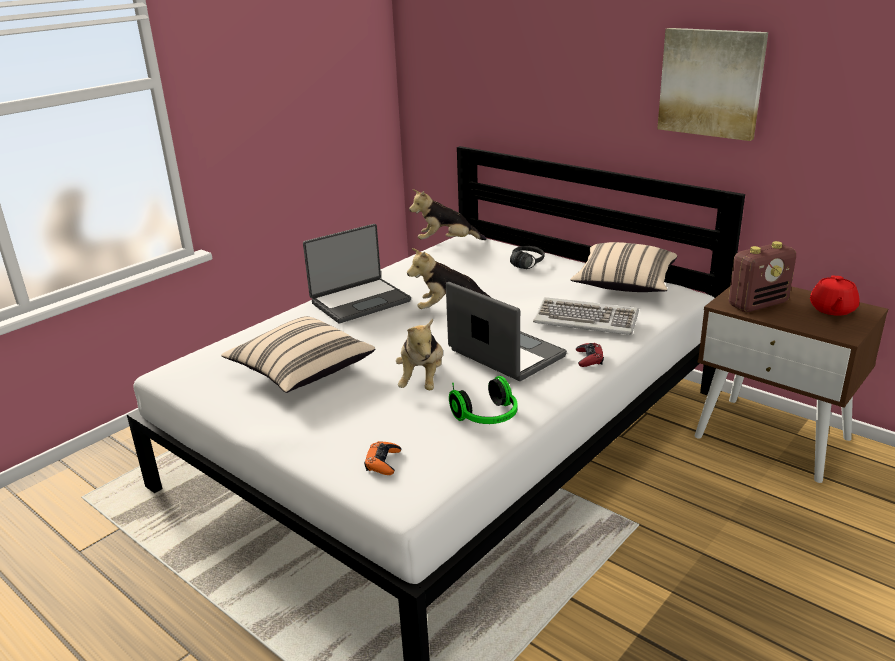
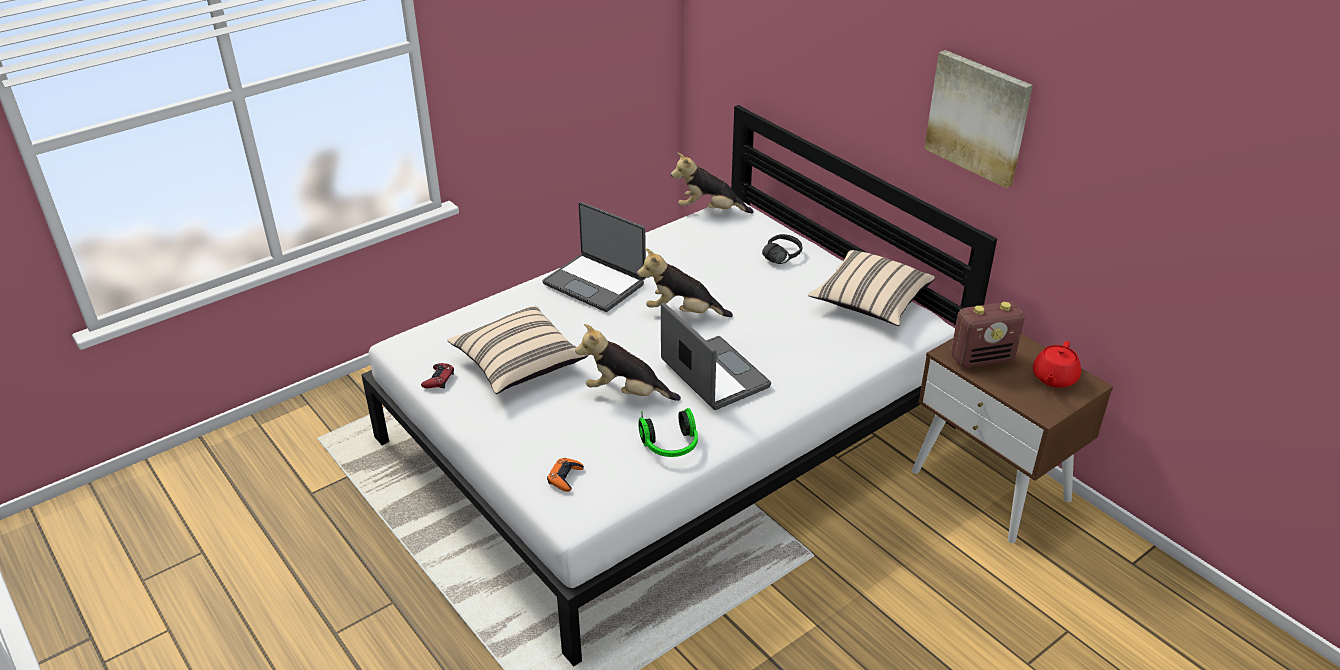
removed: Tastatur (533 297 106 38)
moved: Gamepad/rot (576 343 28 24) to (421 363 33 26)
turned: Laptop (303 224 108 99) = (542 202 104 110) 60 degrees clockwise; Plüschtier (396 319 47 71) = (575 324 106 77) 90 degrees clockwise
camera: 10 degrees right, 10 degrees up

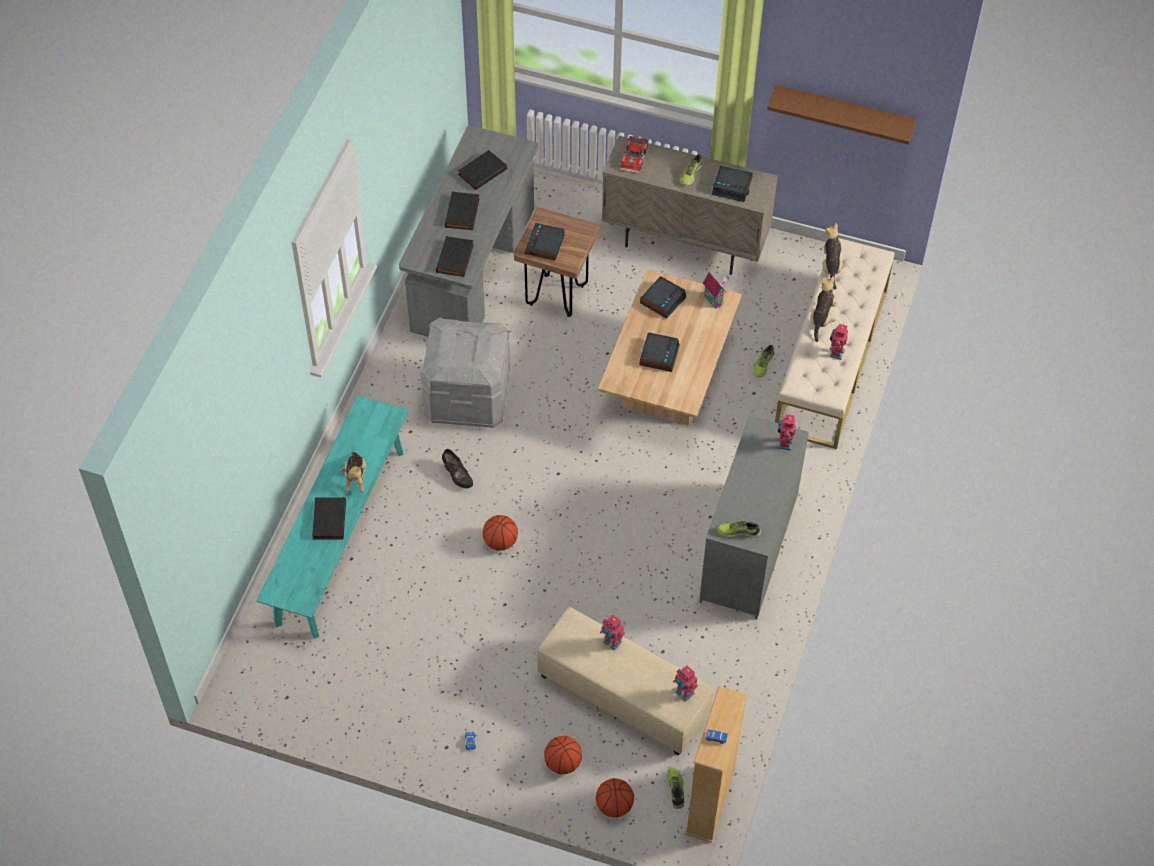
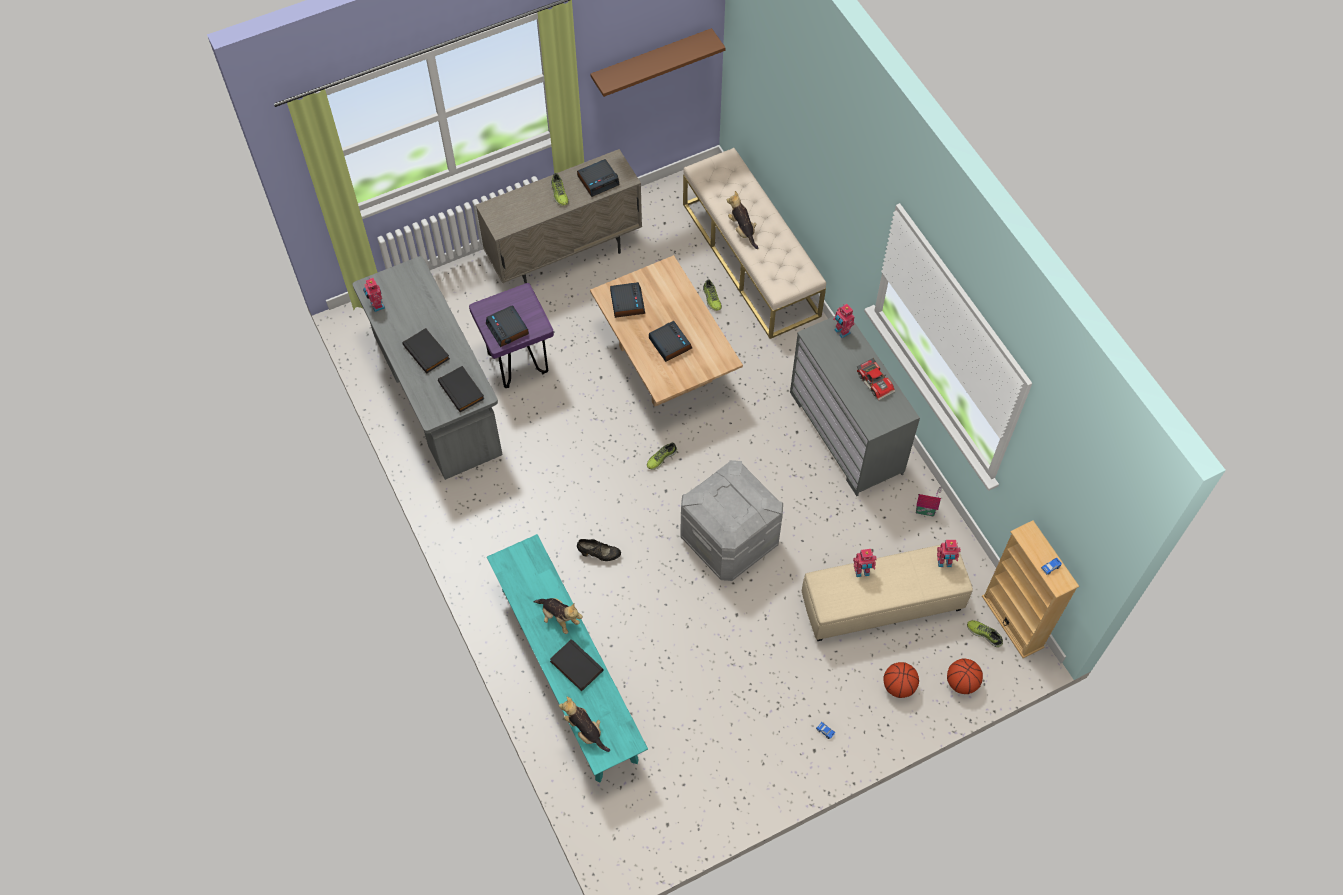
removed: Buch/schwarz (458 150 49 40); Basketball (483 515 35 36)
moved: Spielzeugroboter (830 323 18 37) to (363 278 22 34); Plüschtier (823 223 24 67) to (559 697 51 55); Schuh (717 521 44 17) to (647 443 30 27); Aufbewahrungsbox/grau (421 317 89 111) to (681 460 102 121); Spielzeugauto (620 136 29 38) to (857 358 38 43); Spielzeughaus (703 273 26 36) to (916 486 26 31)
recoloured: Hocker/braun (514 207 85 110) to Hocker/lila (469 283 85 105)
camera: 45 degrees left, 5 degrees up

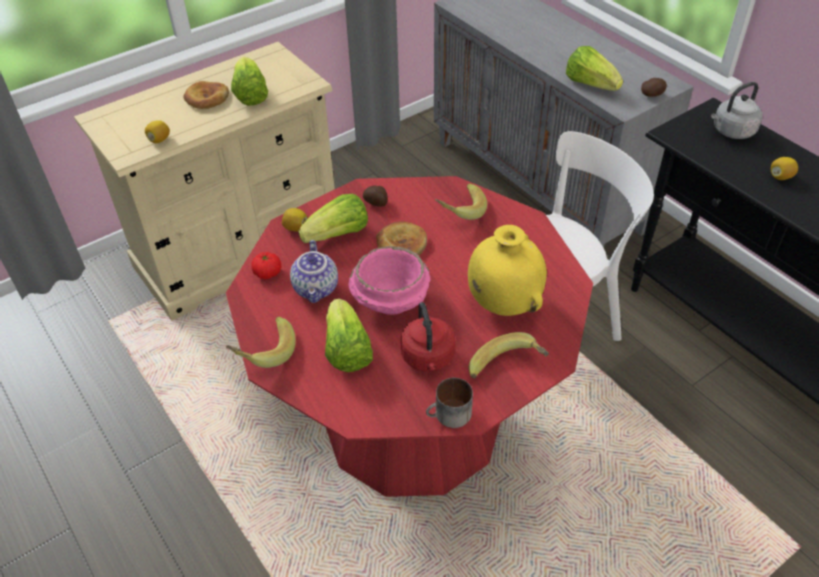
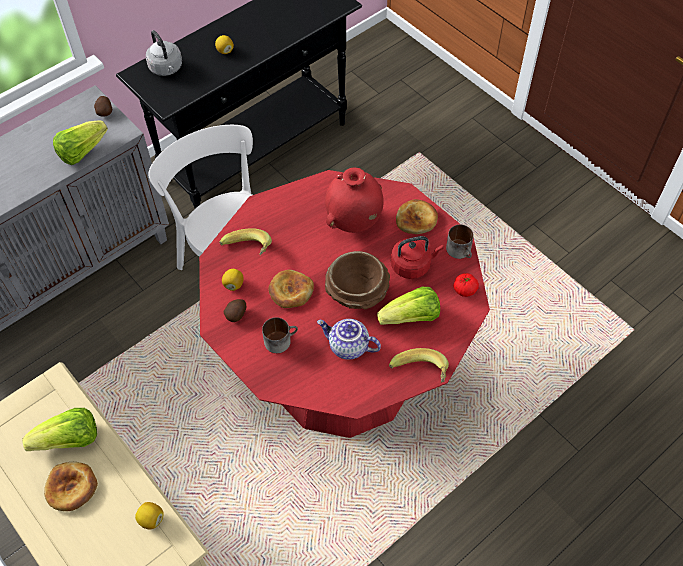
moved: Zitrone (282 208 26 24) to (222 269 22 22); Tomate (251 252 30 27) to (453 273 26 24)
replaced: Salatkopf (298 194 70 49) to Henkelbecher (262 317 36 36); Banane (469 332 80 46) to Brot (396 199 42 35)
recoloured: Vase/gelb (468 225 79 91) to Vase/rot (325 168 59 65); Schüssel/rosa (349 246 81 69) to Schüssel/braun (325 251 65 58)
turned: Teekanne (290 240 48 63) = (317 319 64 41) 150 degrees counterclockwise
camera: 95 degrees left, 10 degrees up

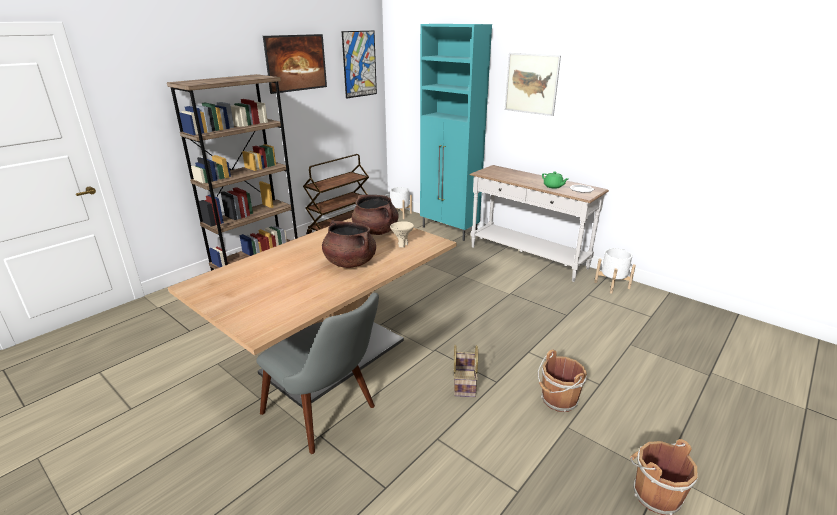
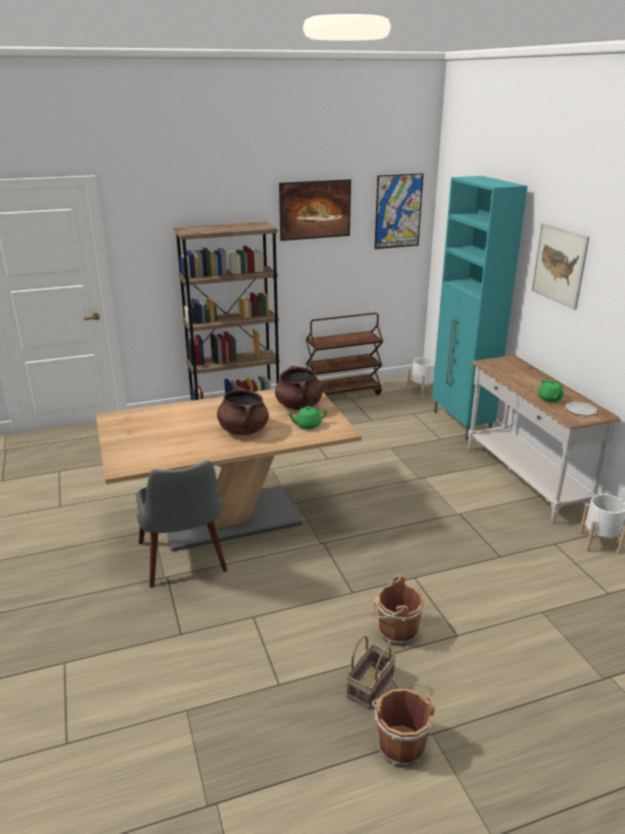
moved: Korb (454 344 24 53) to (347 635 49 74)
replaced: Schüssel/beige (390 221 24 27) to Teekanne/grün (287 406 40 23)
camera: 30 degrees right, 0 degrees up

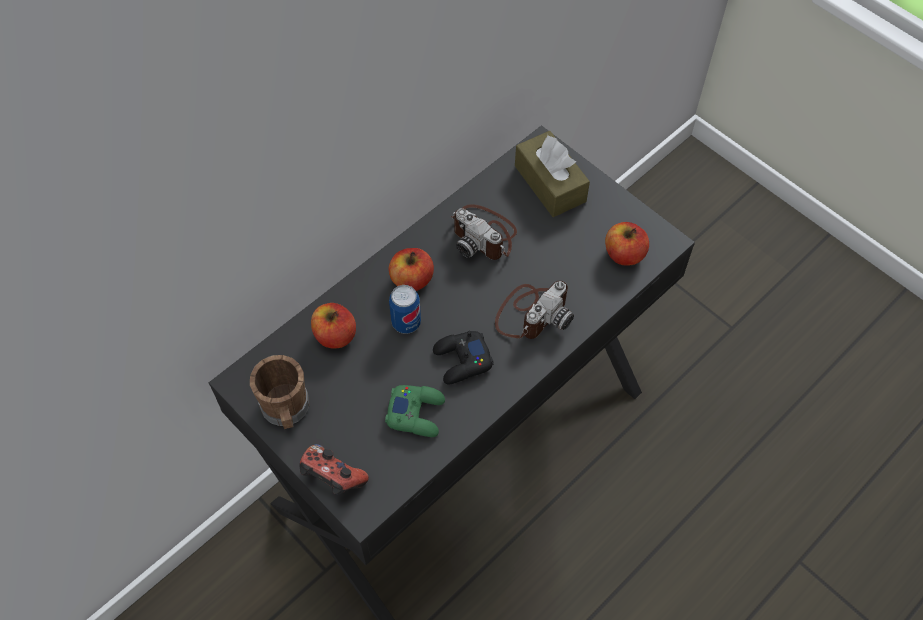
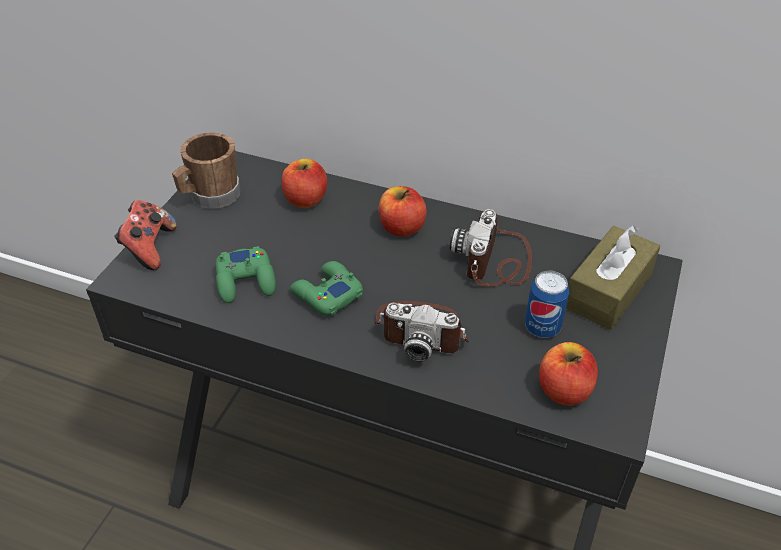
moved: Dose (389 285 32 49) to (525 271 44 67)
recoloured: Gamepad/schwarz (433 331 60 53) to Gamepad/grün (290 261 73 54)
camera: 65 degrees right, 15 degrees down

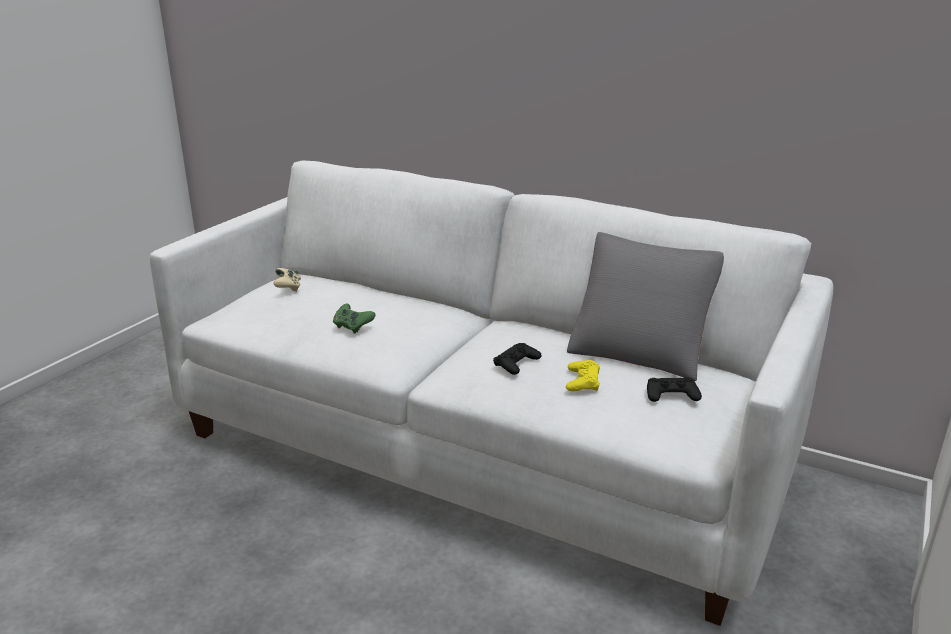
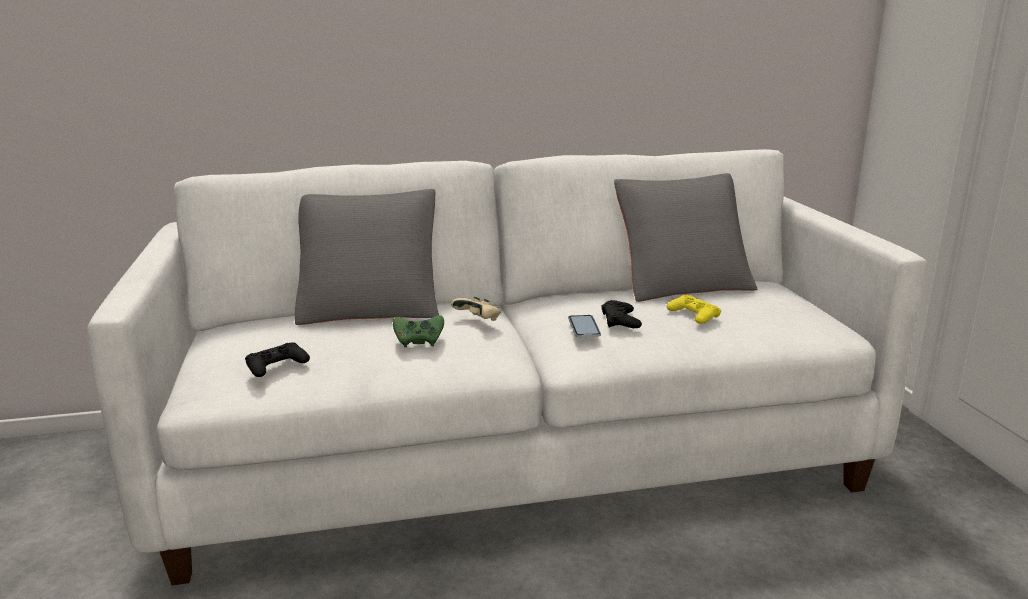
added: Kissen/grau (295 189 144 136); Handy (568 315 33 23)
moved: Gamepad/schwarz (647 377 55 25) to (245 343 65 34); Gamepad/beige (273 268 28 24) to (451 297 50 24)
camera: 40 degrees left, 5 degrees down

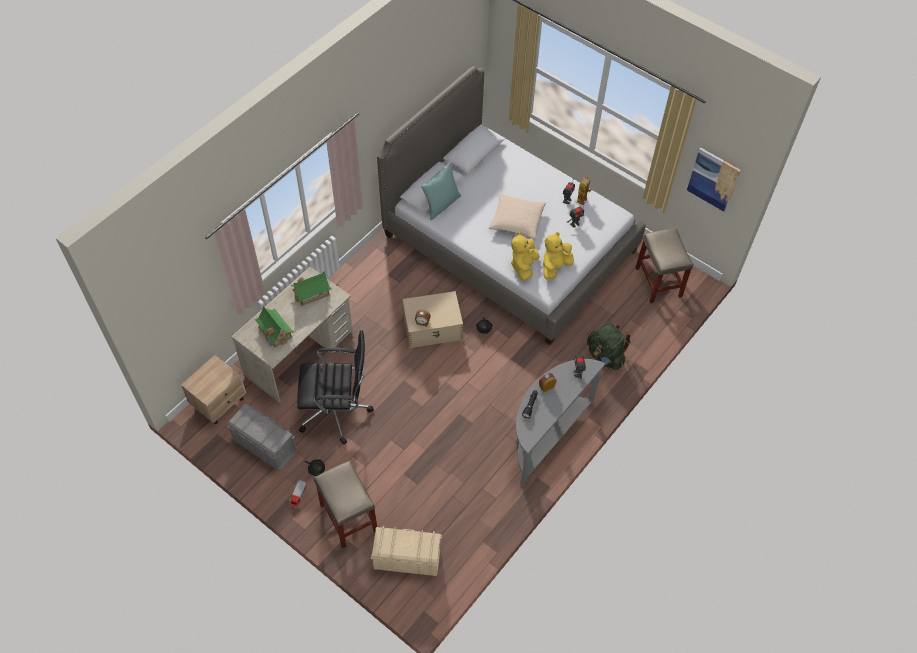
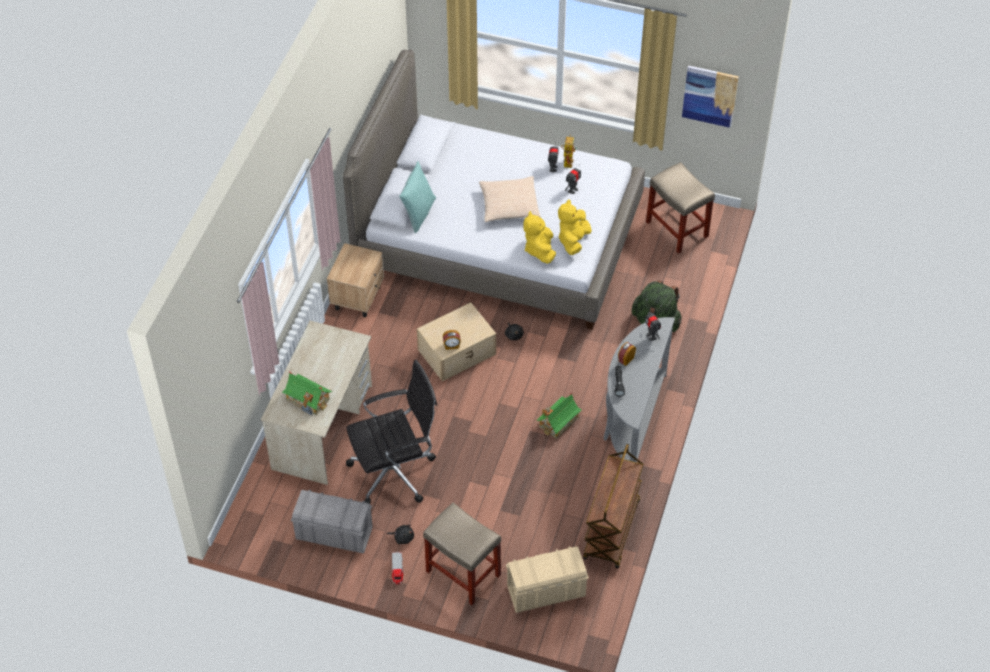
added: Rollwagen/braun (583 444 61 124)
moved: Nachttisch/beige (181 355 65 69) to (327 243 57 74); Spielzeughaus (290 271 41 35) to (536 392 46 47)
camera: 20 degrees left, 5 degrees down

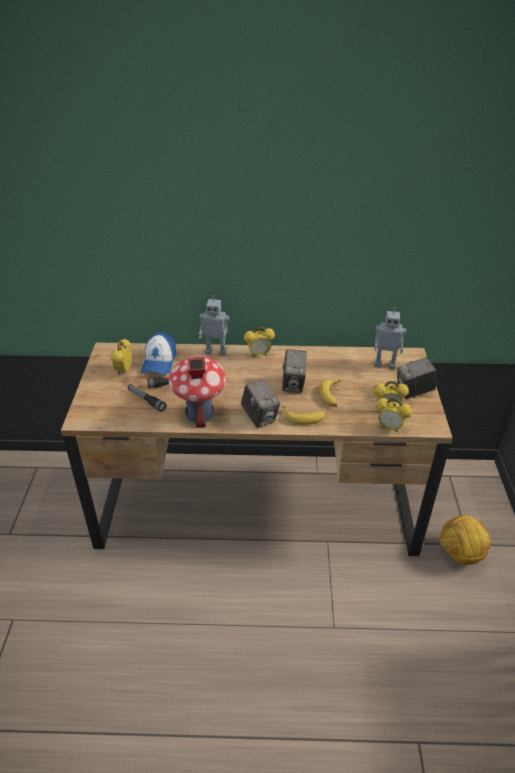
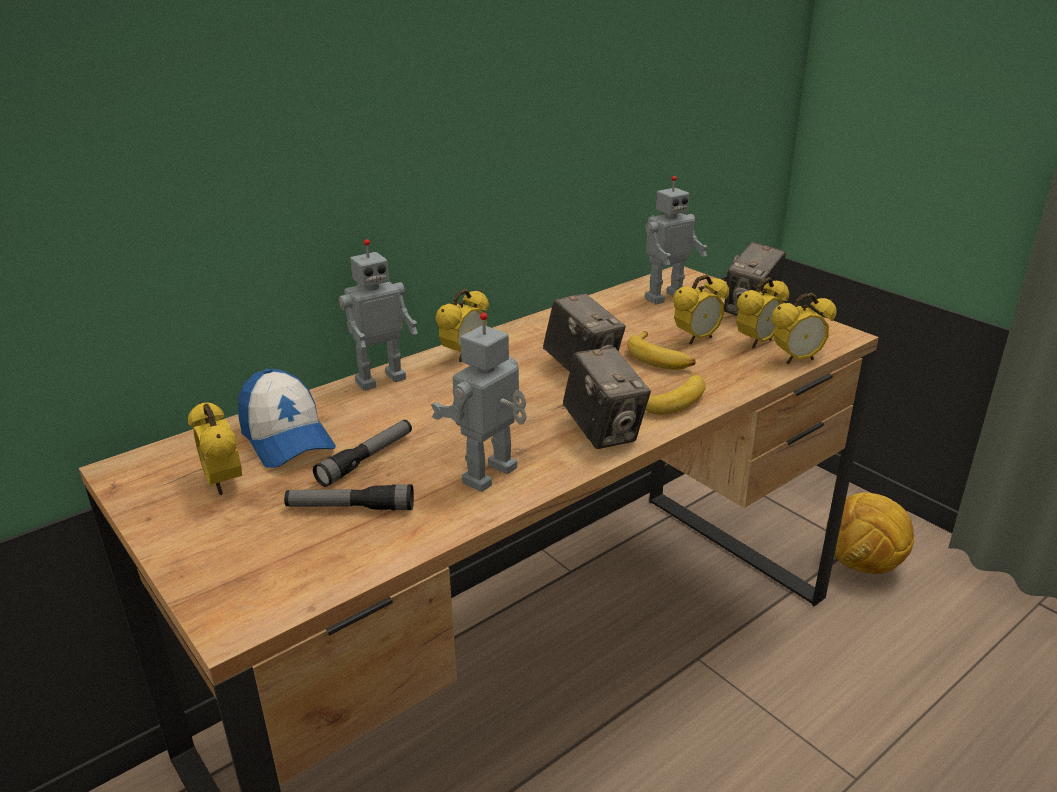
added: Wecker (673 274 56 70)
replaced: Spielzeughaus (168 356 58 72) to Spielzeugroboter (431 312 95 180)
turned: Kamera (241 380 39 48) = (563 347 88 102) 45 degrees clockwise
camera: 40 degrees left, 10 degrees down

